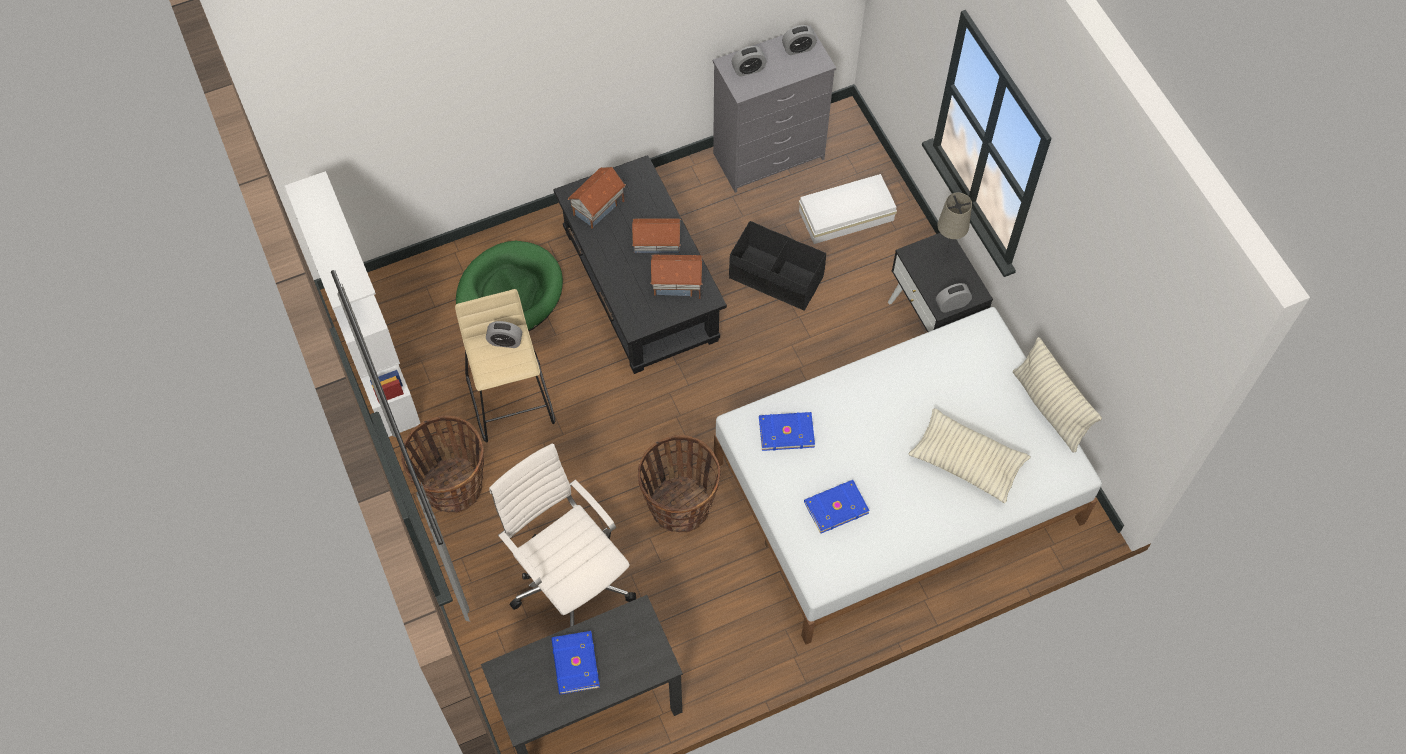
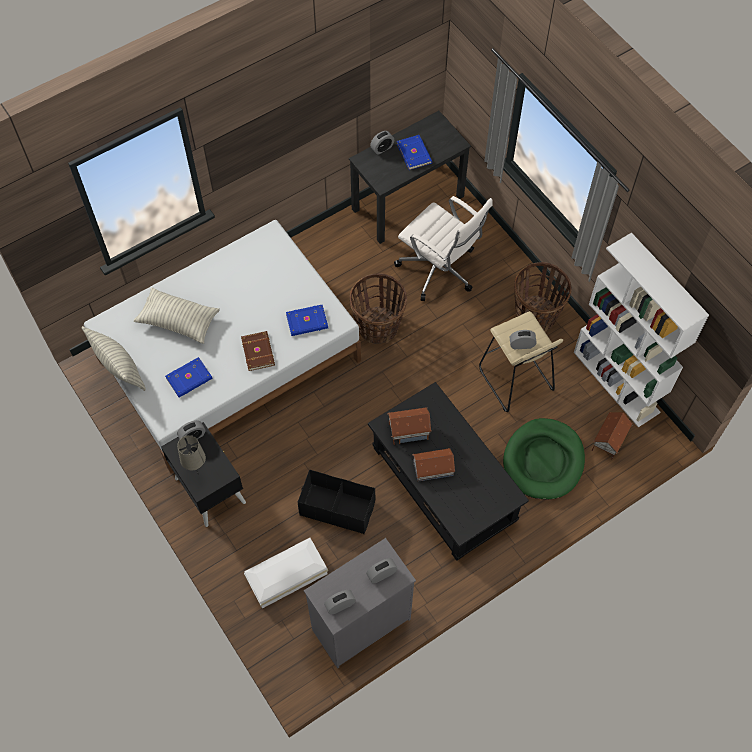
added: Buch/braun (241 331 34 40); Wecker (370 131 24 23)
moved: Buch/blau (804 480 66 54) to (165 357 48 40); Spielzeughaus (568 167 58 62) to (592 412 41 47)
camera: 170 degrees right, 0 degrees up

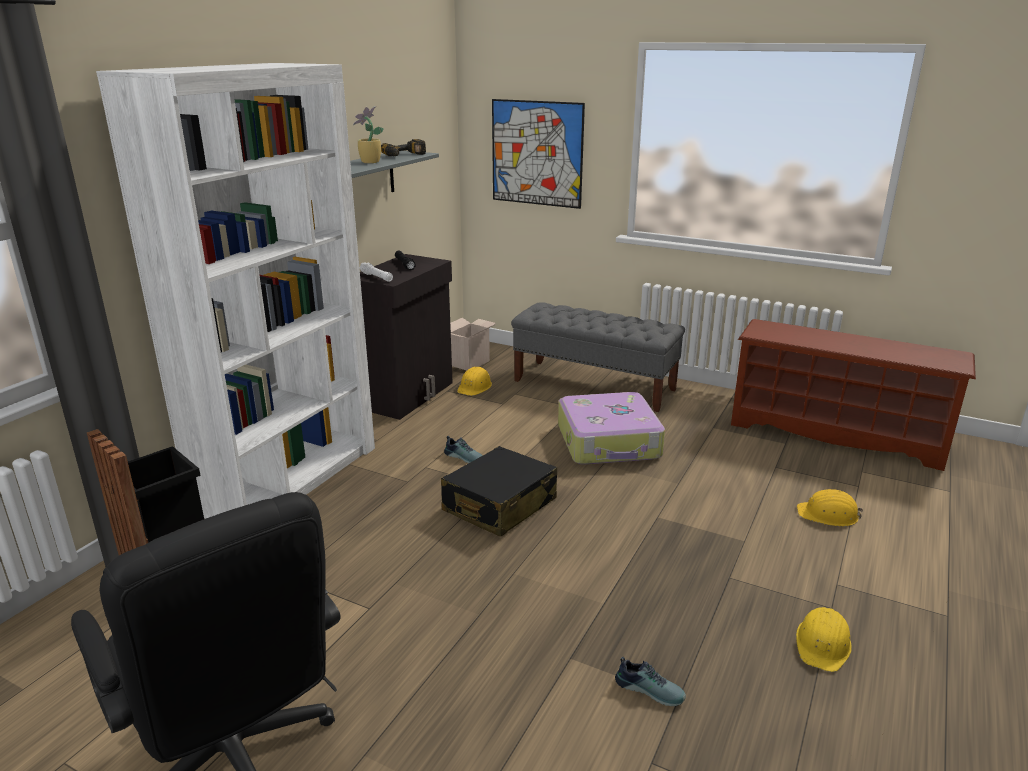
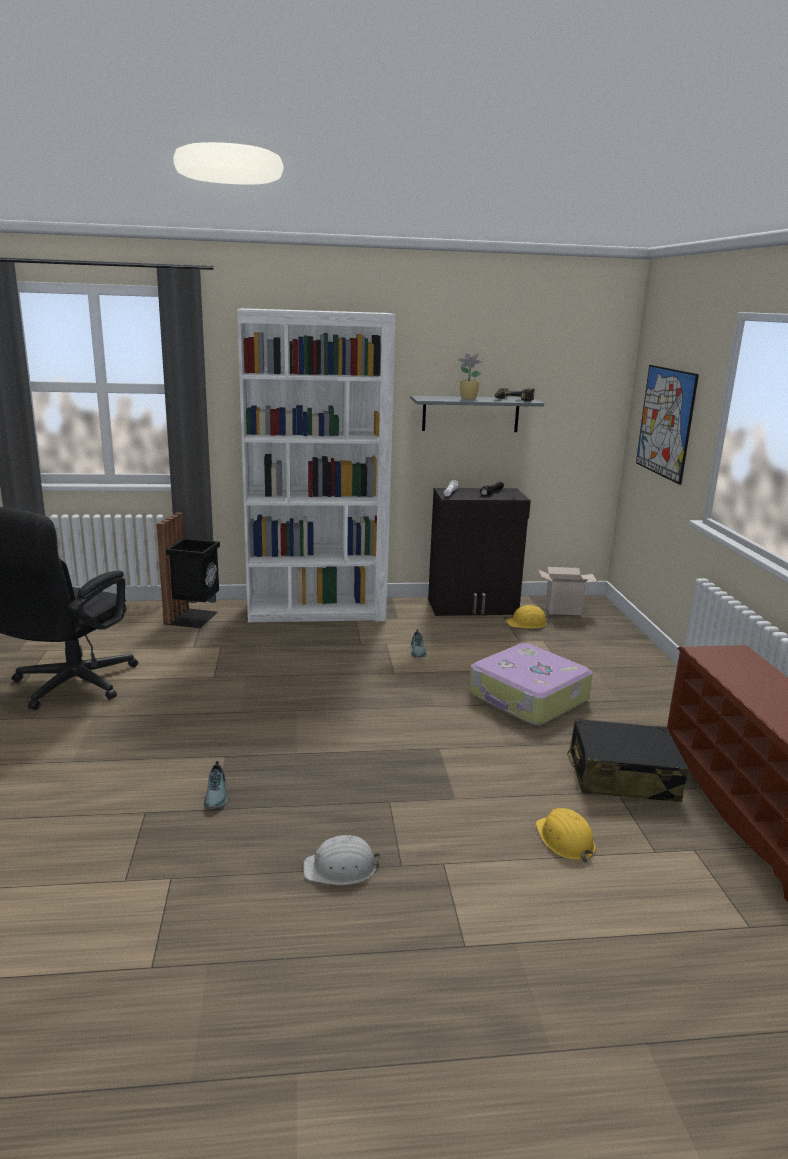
removed: Bank/grau (511 302 174 110)
moved: Koffer/schwarz (441 446 116 91) to (567 718 122 84)
recoloured: Schutzhelm/gelb (796 607 56 65) to Schutzhelm/weiß (303 835 77 50)
camera: 55 degrees right, 5 degrees down

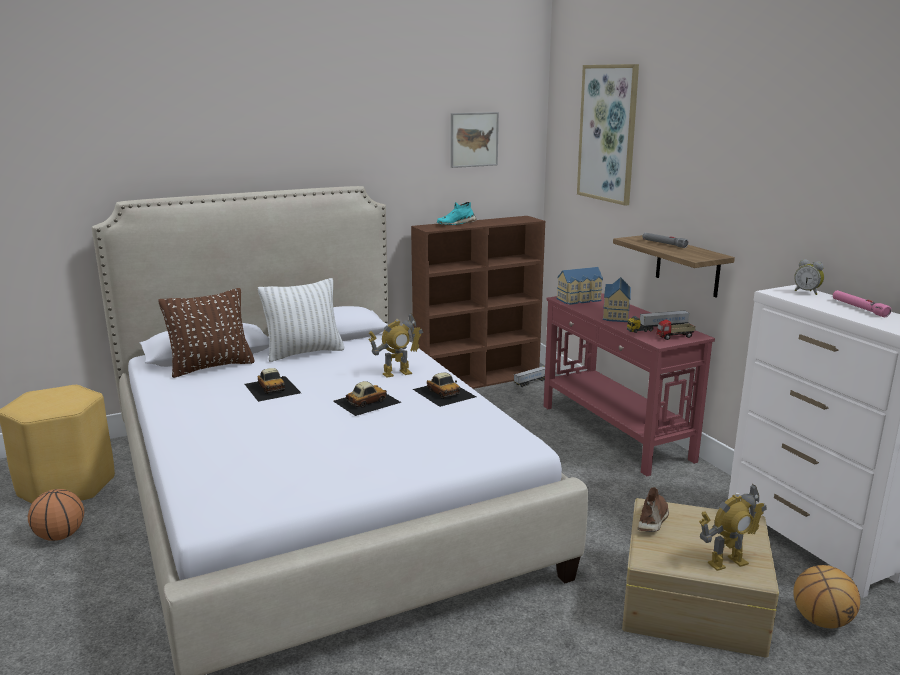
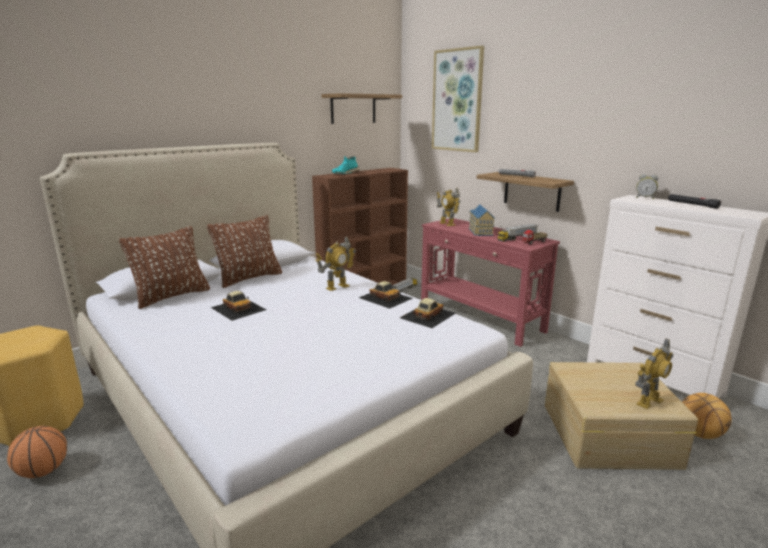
removed: Schuh/braun (638 487 31 45)
moved: Spielzeugauto (333 381 69 35) to (400 298 56 30)
replaced: Bild (451 112 48 56) to Wandregal (322 93 80 31); Spielzeughaus (556 267 47 38) to Spielzeugroboter (437 188 24 38)
recoloured: Kissen/weiß (258 278 86 84) to Kissen/braun (207 215 75 73); Taschenlampe/rosa (833 290 58 27) to Taschenlampe/schwarz (668 194 53 15)
camera: 15 degrees left, 0 degrees up

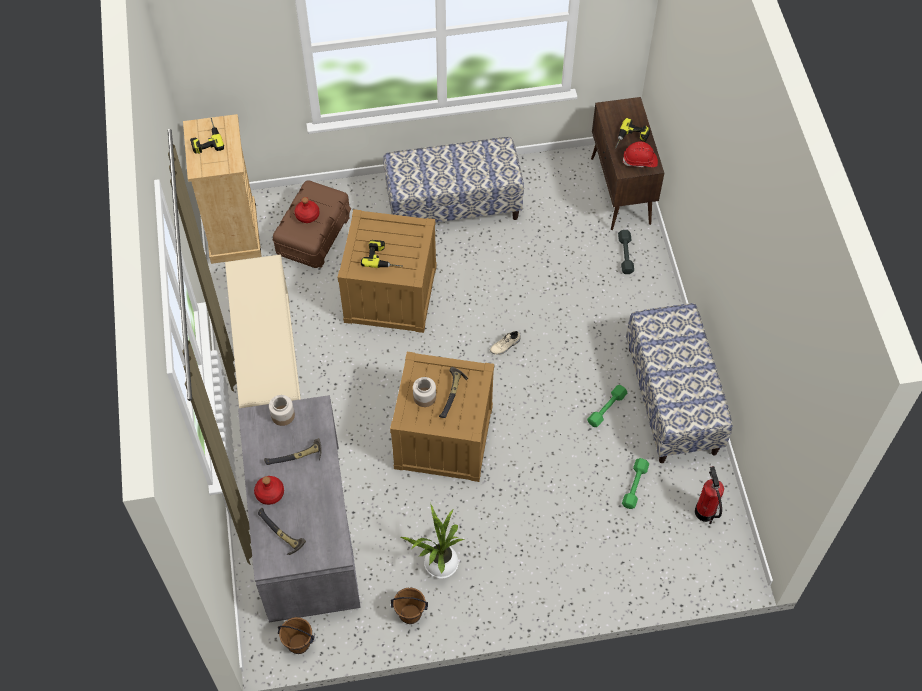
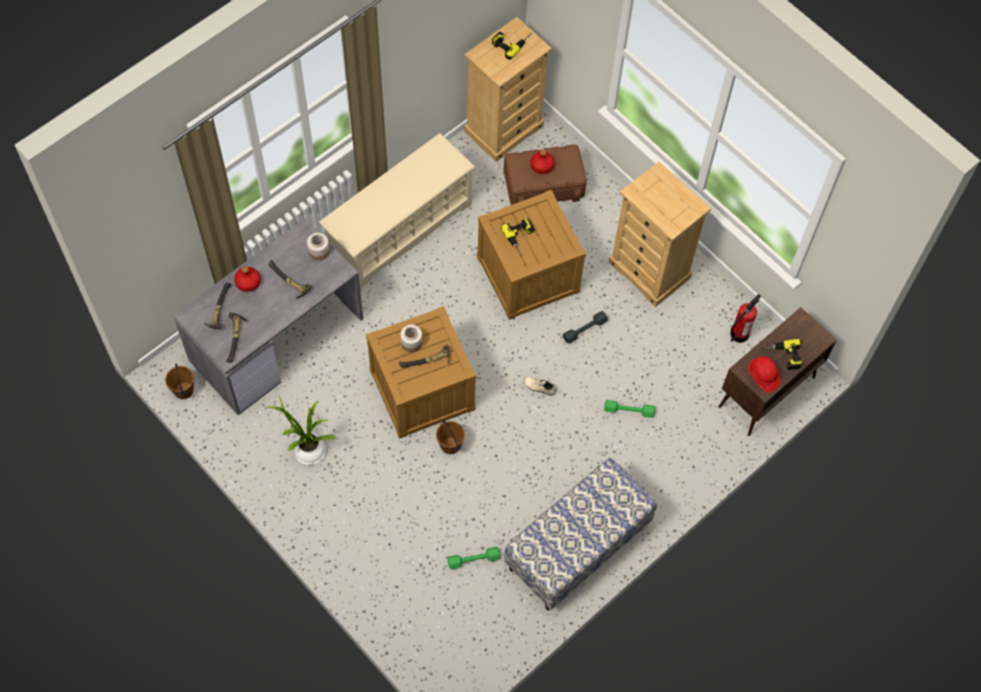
added: Hammer (226 312 22 50)
moved: Eimer/braun (391 587 37 37) to (436 420 29 34); Hantel/grau (618 230 16 44) to (563 311 45 32); Hantel/grün (587 385 40 42) to (604 400 51 18); Feuerlöscher (695 466 29 58) to (730 294 32 49)
replaced: Bank (383 137 141 86) to Kommode/beige (609 161 102 146)
camera: 55 degrees right, 5 degrees up

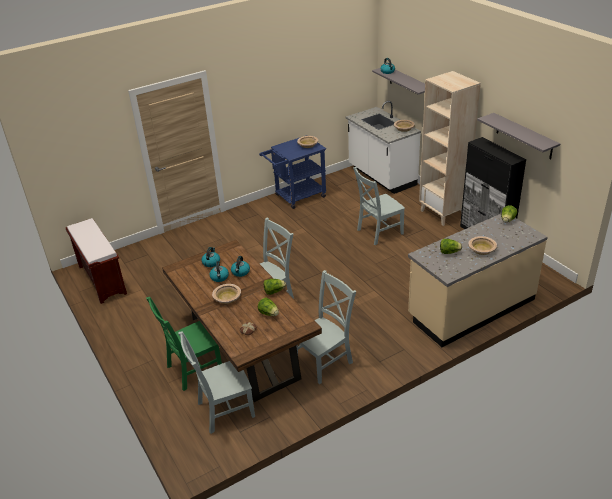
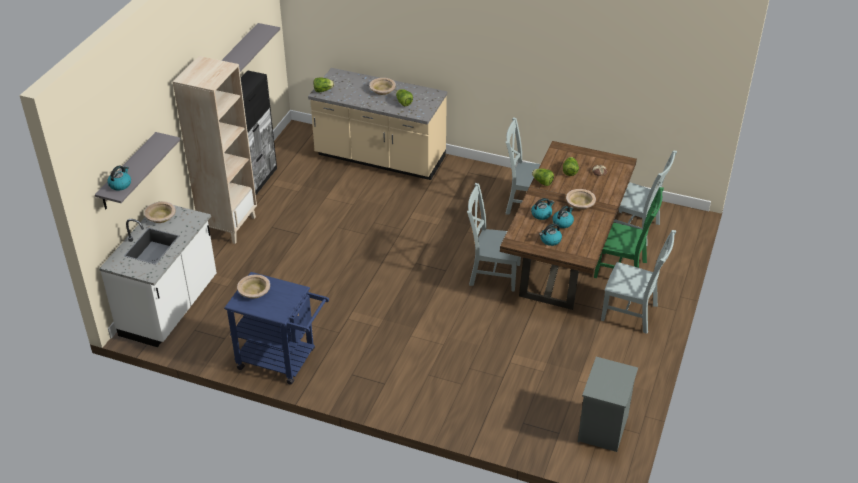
moved: Stuhl/grau (353 167 52 78) to (601 230 75 104)
replaced: Bank/braun (66 218 61 86) to Nachttisch/grau (578 357 60 95)
camera: 130 degrees left, 5 degrees up

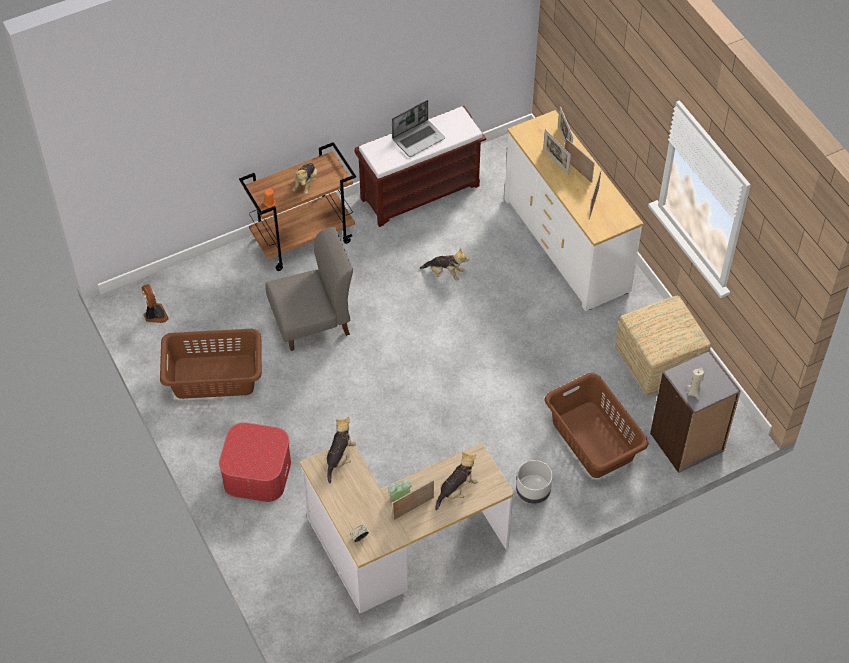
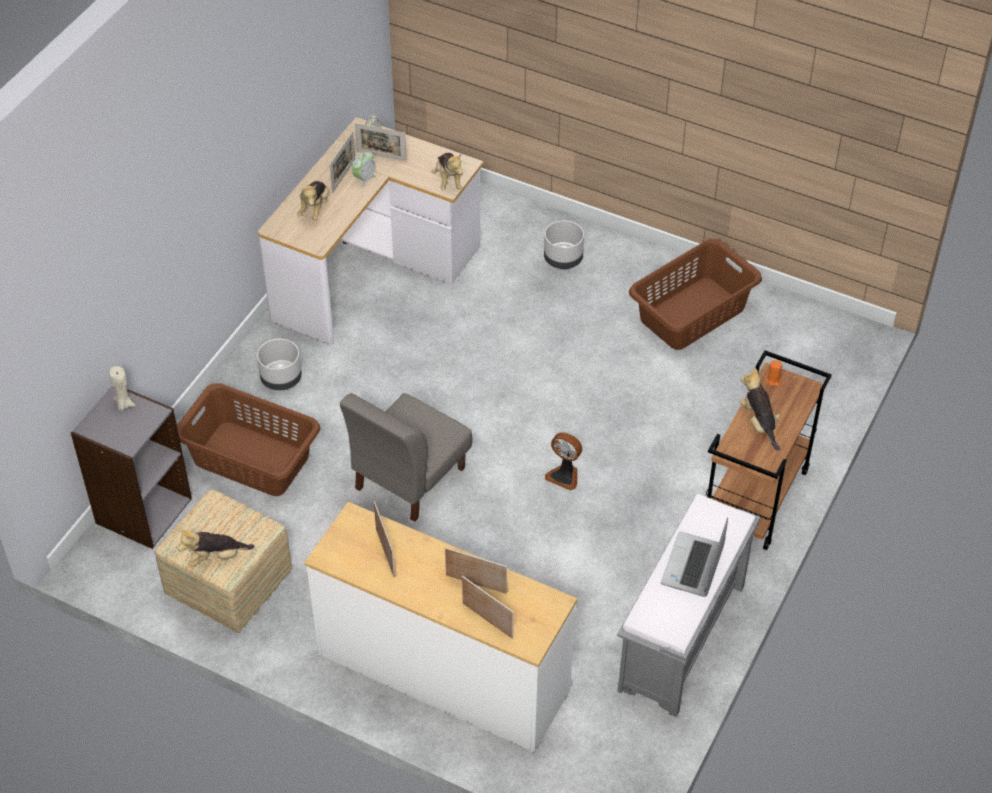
moved: Plüschtier (420 248 49 33) to (178 529 76 38); Stuhl/grau (265 227 88 124) to (340 393 133 129); Bilderrahmen (565 138 30 45) to (355 123 52 39); Ventilator (142 284 27 39) to (545 432 37 59)
replaced: Polsterhocker (219 422 72 80) to Pflanzkübel/grau (544 220 40 49)
recoloured: Bank/braun (354 106 132 121) to Bank/grau (617 494 143 223)
camera: 145 degrees right, 5 degrees down

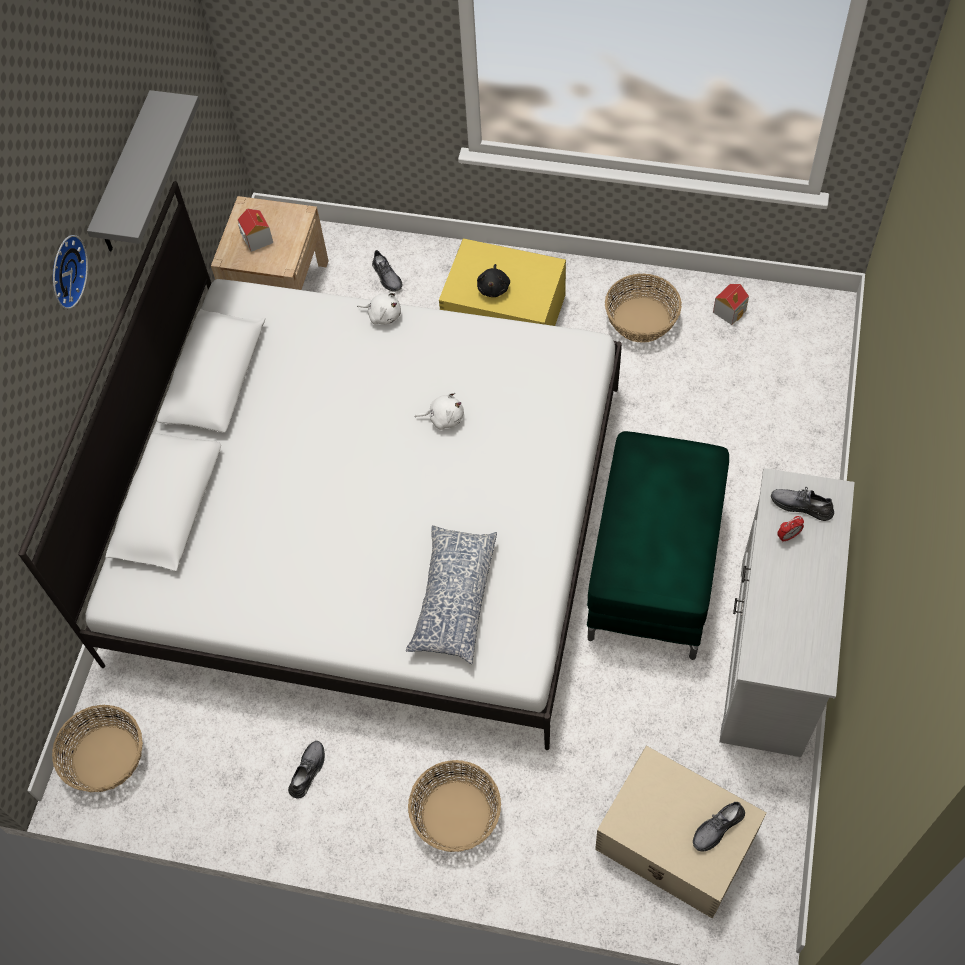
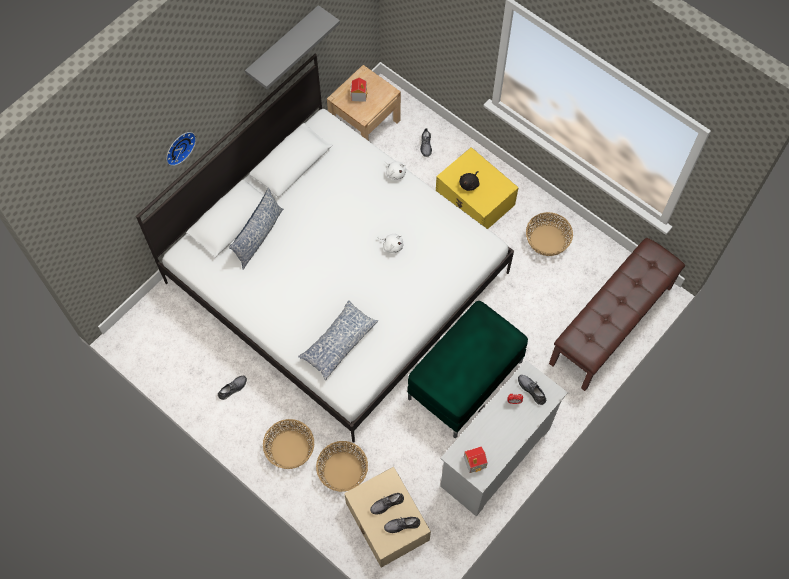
added: Kissen (229 188 54 82); Schuh/grau (370 493 34 21); Bank/braun (549 238 136 153)
moved: Wanduhr (53 235 35 74) to (166 132 30 34); Korb (52 705 91 87) to (316 441 52 51); Spielzeughaus (713 284 36 41) to (464 446 24 27)
camera: 25 degrees right, 5 degrees up

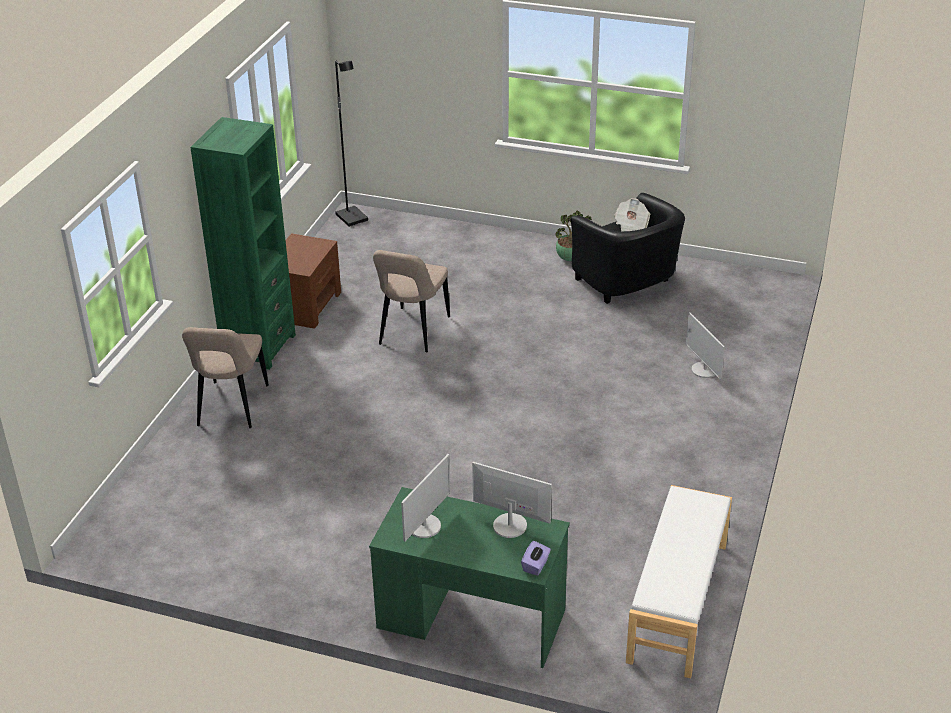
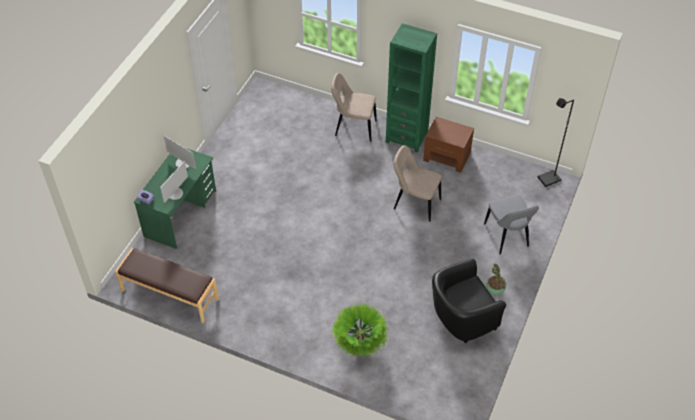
removed: Zeitung (614 198 37 33)
added: Stuhl/grau (484 195 55 59)
replaced: Monitor (686 312 39 68) to Topfpflanze (332 302 56 55)
recoloured: Bank/weiß (626 485 106 194) to Bank/braun (115 248 104 75)
camera: 95 degrees right, 15 degrees up

